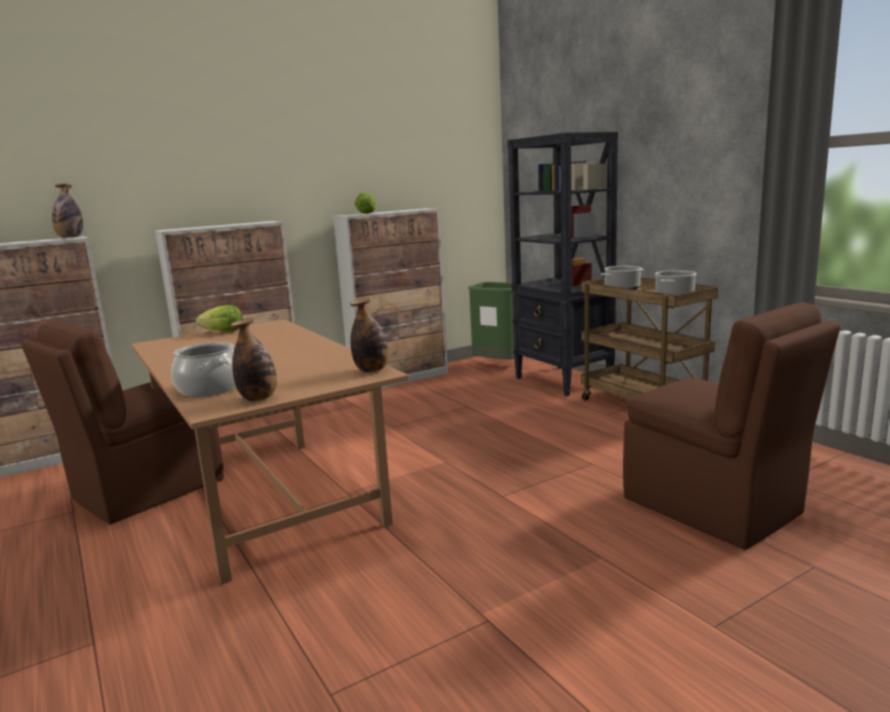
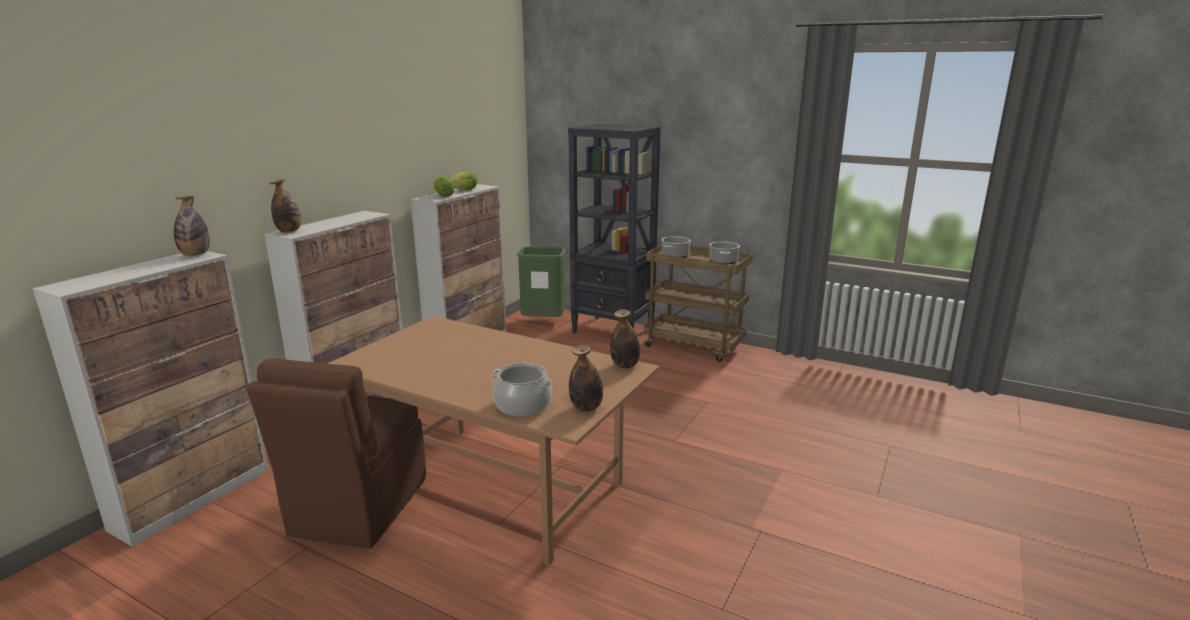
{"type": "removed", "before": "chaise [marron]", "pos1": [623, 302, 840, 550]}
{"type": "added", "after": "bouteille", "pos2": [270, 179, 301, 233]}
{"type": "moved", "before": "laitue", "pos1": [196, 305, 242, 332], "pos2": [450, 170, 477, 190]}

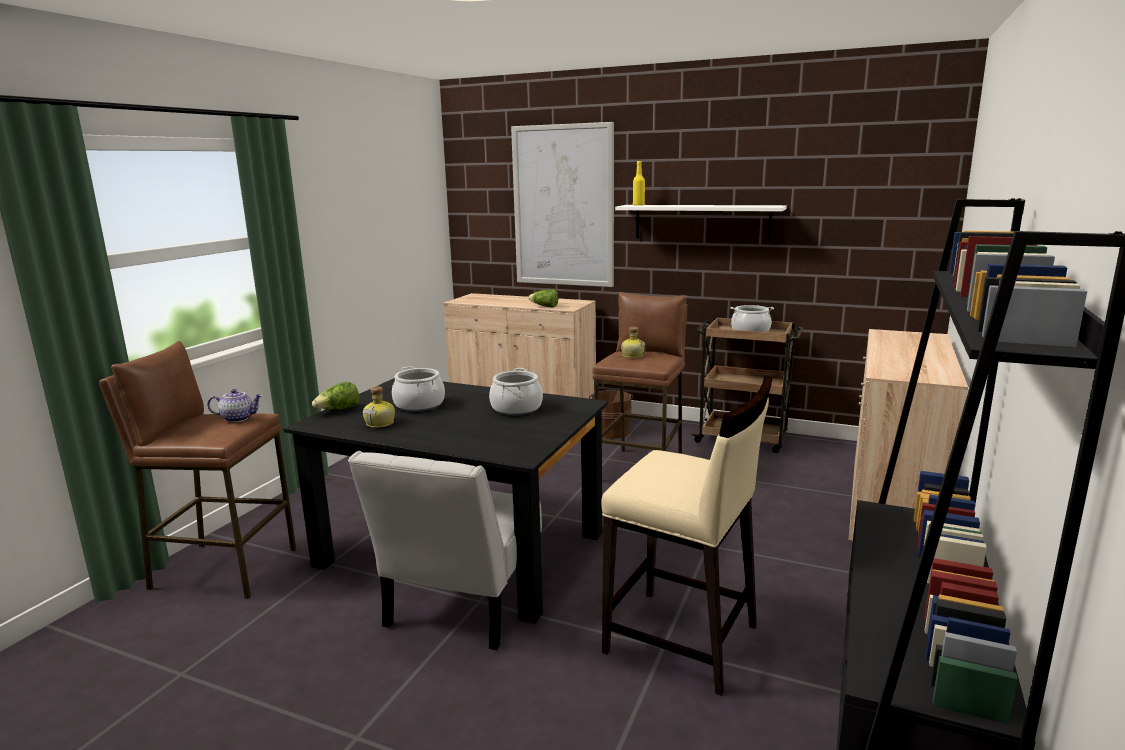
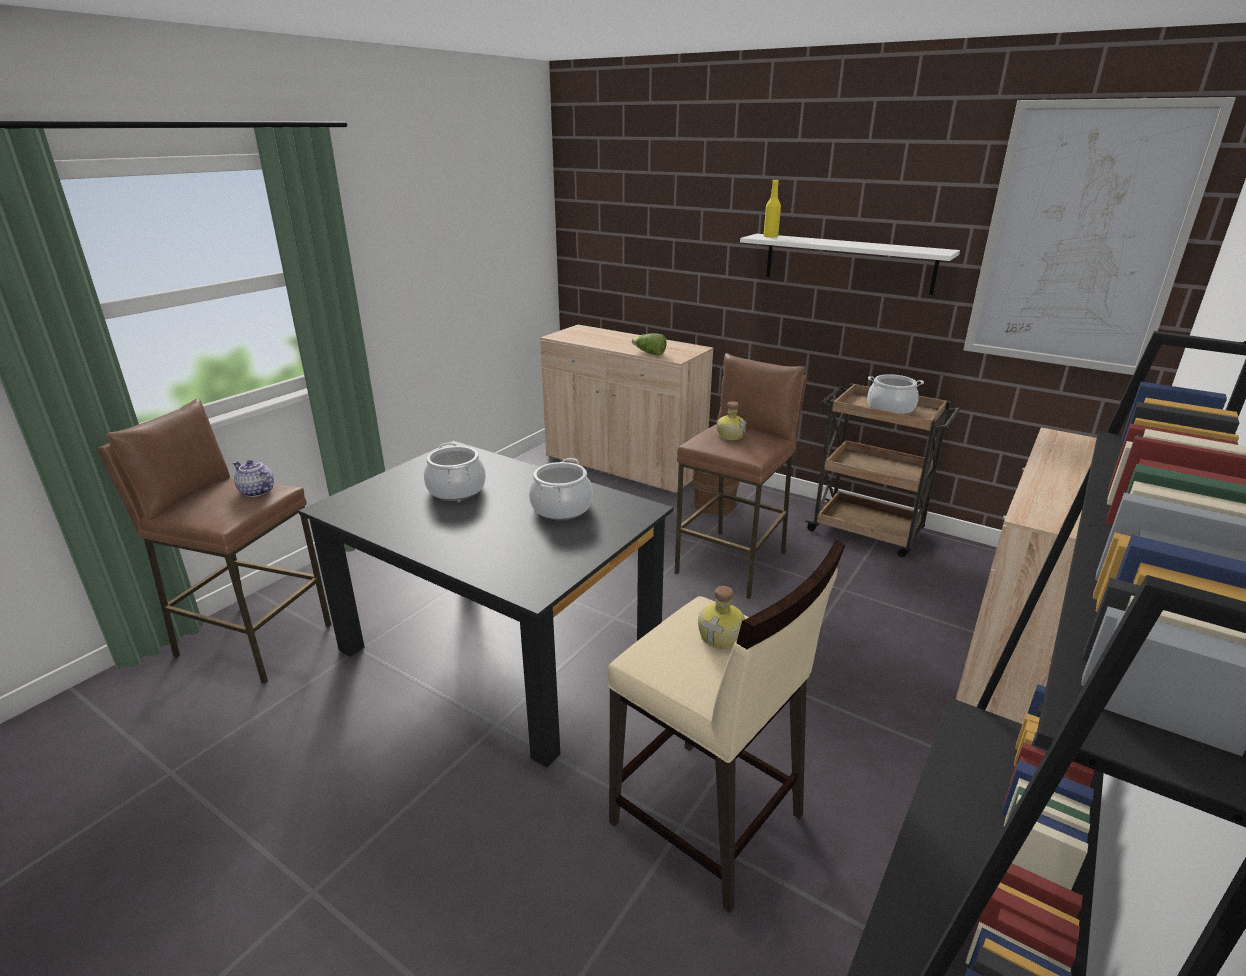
{"type": "removed", "before": "laitue", "pos1": [312, 382, 359, 410]}
{"type": "removed", "before": "chaise [blanc]", "pos1": [348, 451, 542, 650]}
{"type": "moved", "before": "bouteille", "pos1": [363, 386, 395, 428], "pos2": [698, 586, 745, 649]}
{"type": "moved", "before": "tableau", "pos1": [511, 122, 614, 287], "pos2": [964, 97, 1236, 375]}
{"type": "turned", "before": "théière", "pos1": [207, 389, 263, 422], "pos2": [233, 460, 274, 497], "turn": -150}

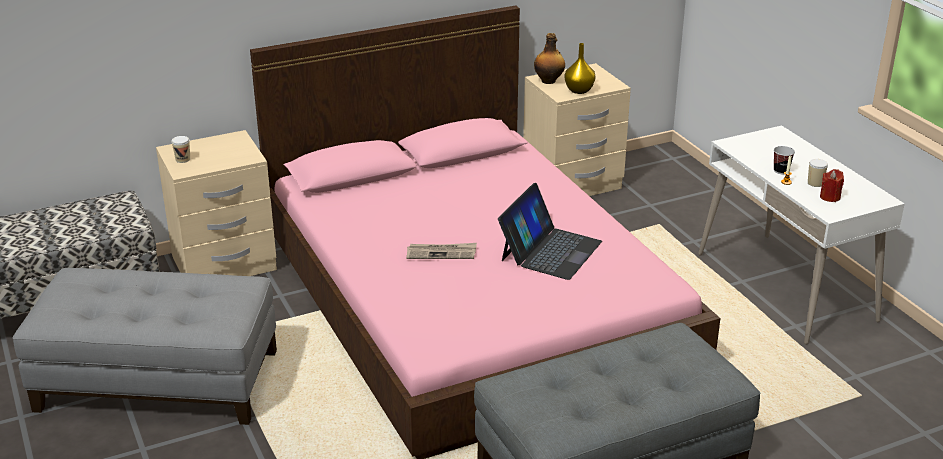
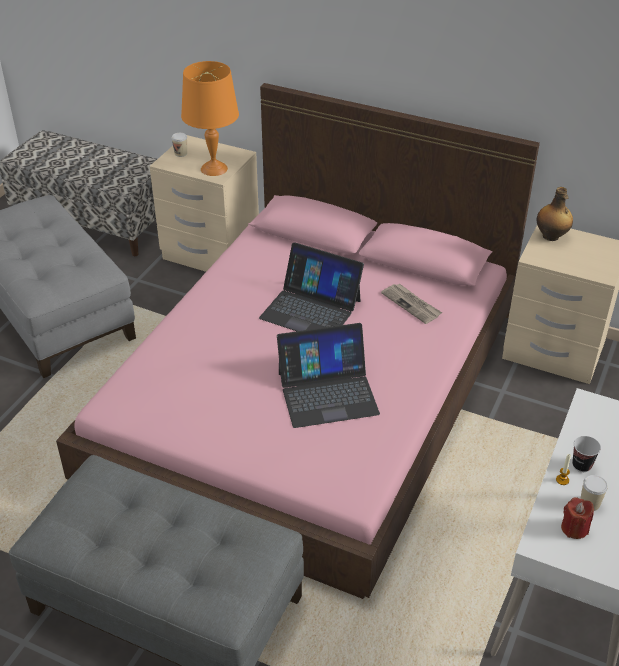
{"type": "removed", "before": "vase [jaune]", "pos1": [565, 43, 596, 94]}
{"type": "added", "after": "lampe de table [orange]", "pos2": [181, 61, 239, 176]}
{"type": "added", "after": "ordinateur portable", "pos2": [259, 242, 364, 331]}
{"type": "moved", "before": "journal", "pos1": [406, 243, 477, 259], "pos2": [381, 284, 442, 324]}

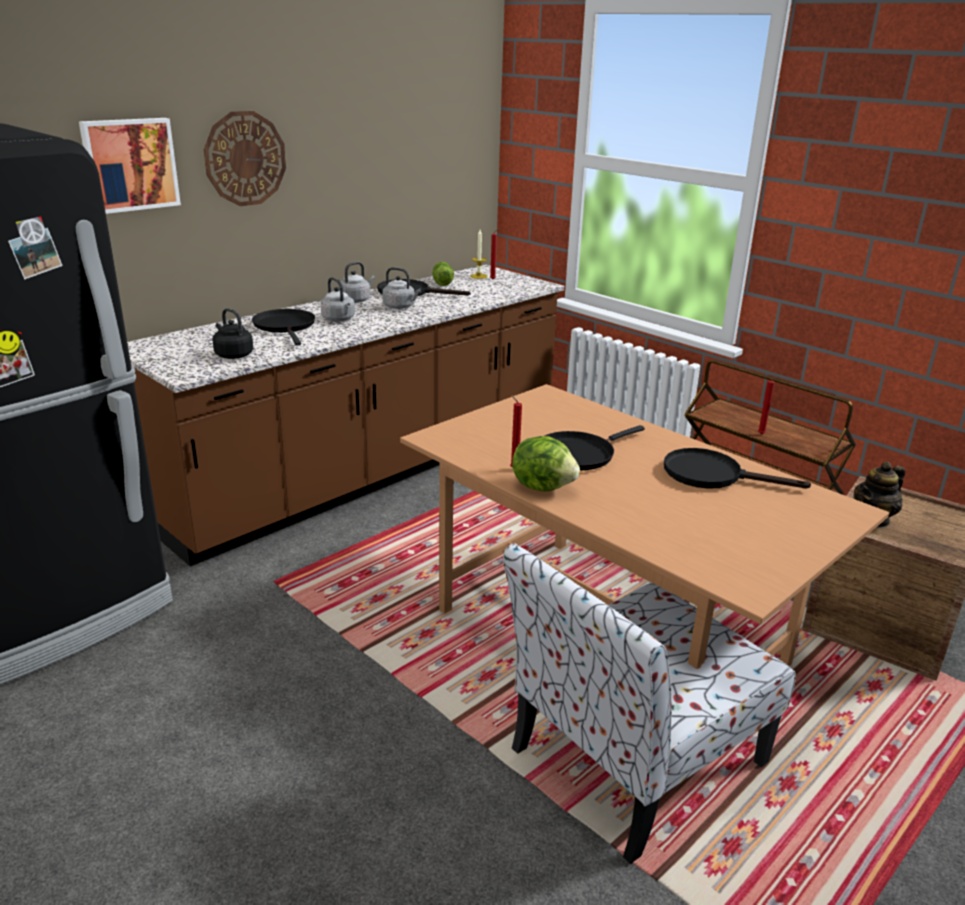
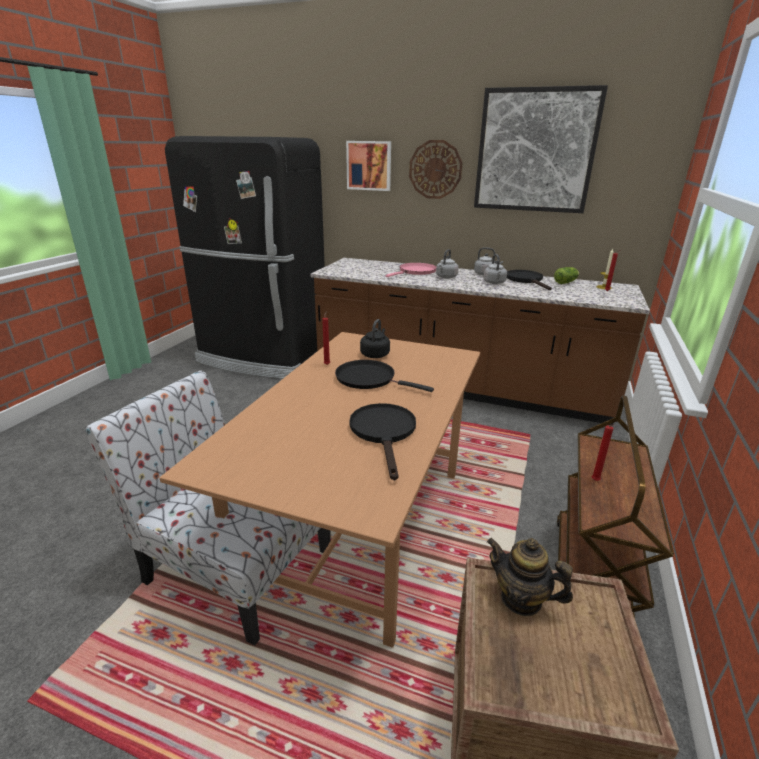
{"type": "removed", "before": "laitue", "pos1": [512, 436, 580, 491]}
{"type": "added", "after": "tableau", "pos2": [474, 85, 608, 213]}
{"type": "moved", "before": "bouilloire [noir]", "pos1": [212, 308, 253, 359], "pos2": [360, 319, 390, 358]}
{"type": "recoloured", "before": "poêle [noir]", "after": "poêle [rose]", "pos1": [252, 309, 315, 345], "pos2": [386, 263, 436, 277]}

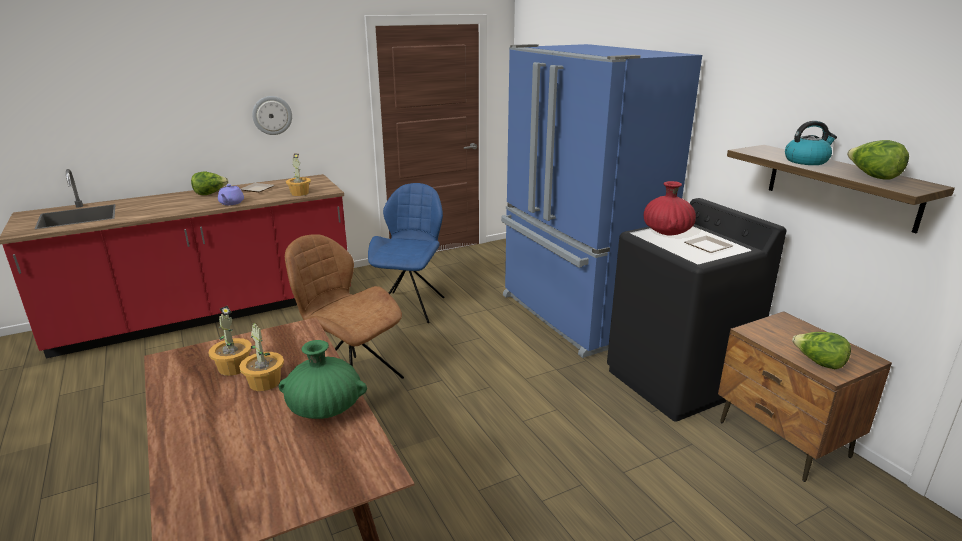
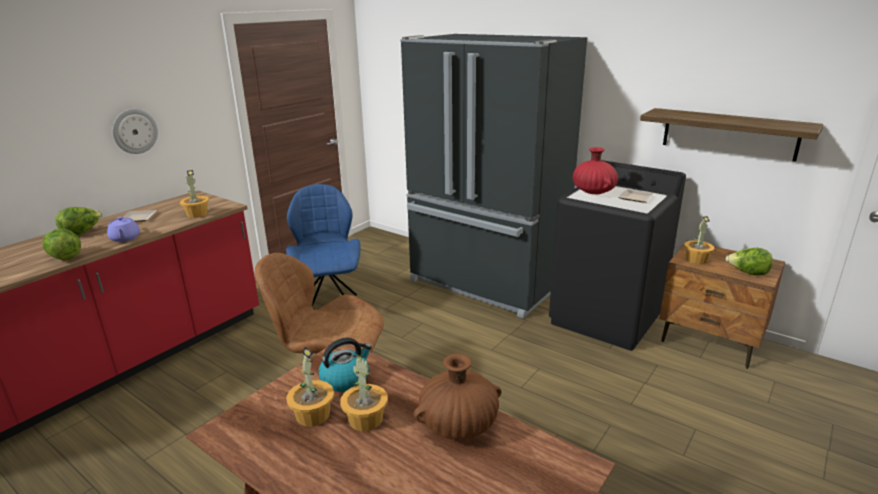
{"type": "added", "after": "plante en pot", "pos2": [684, 216, 715, 264]}
{"type": "moved", "before": "bouilloire", "pos1": [785, 121, 837, 165], "pos2": [319, 337, 372, 392]}
{"type": "moved", "before": "laitue", "pos1": [847, 140, 909, 180], "pos2": [42, 229, 81, 260]}
{"type": "recoloured", "before": "vase [vert]", "after": "vase [marron]", "pos1": [279, 340, 367, 419], "pos2": [413, 354, 502, 439]}
{"type": "recoloured", "before": "réfrigérateur [bleu]", "after": "réfrigérateur [noir]", "pos1": [501, 44, 702, 358], "pos2": [400, 34, 587, 318]}

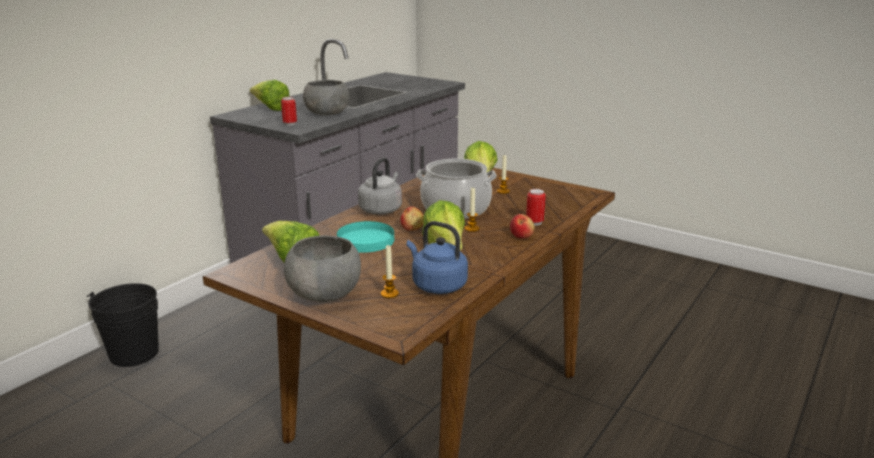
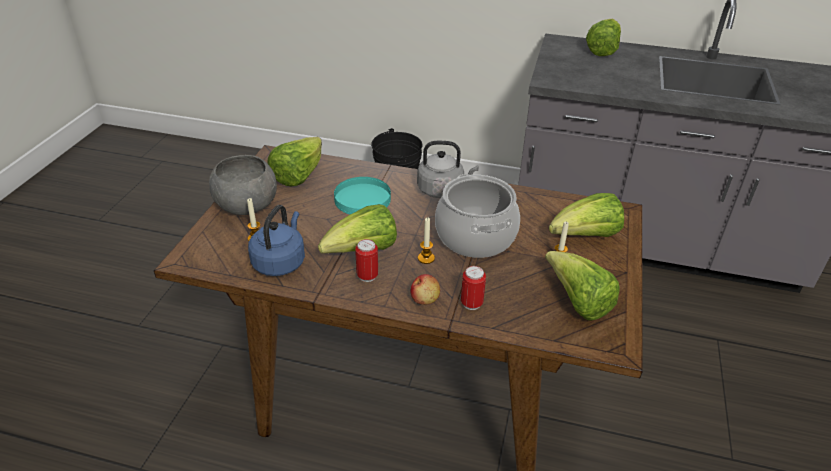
{"type": "removed", "before": "bol [gris]", "pos1": [303, 80, 349, 116]}
{"type": "removed", "before": "pomme", "pos1": [401, 206, 424, 231]}
{"type": "added", "after": "laitue", "pos2": [545, 251, 620, 321]}
{"type": "moved", "before": "boîte métallique", "pos1": [281, 97, 297, 126], "pos2": [355, 239, 378, 282]}

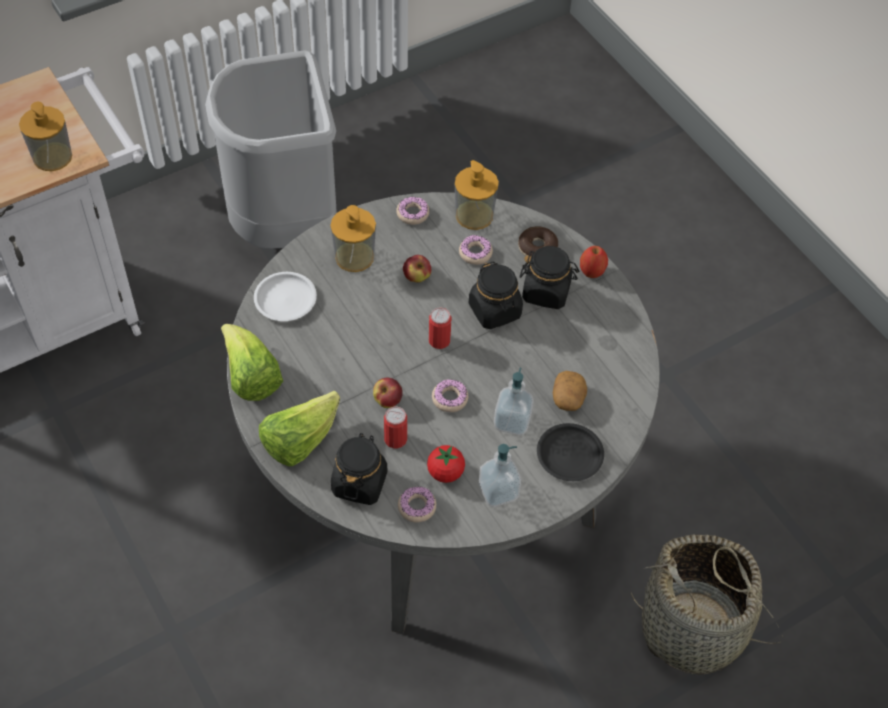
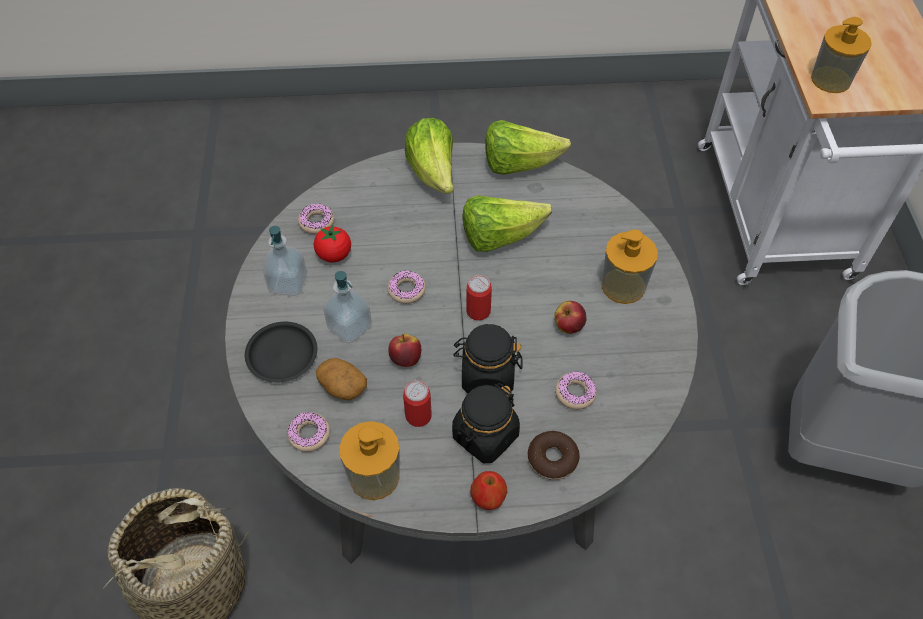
{"type": "removed", "before": "assiette [blanc]", "pos1": [254, 272, 317, 321]}
{"type": "removed", "before": "bocal [noir]", "pos1": [331, 433, 387, 505]}
{"type": "added", "after": "laitue", "pos2": [462, 195, 552, 252]}
{"type": "moved", "before": "pomme", "pos1": [373, 378, 403, 408], "pos2": [388, 334, 421, 367]}
{"type": "moved", "before": "boîte métallique", "pos1": [384, 406, 407, 448], "pos2": [403, 380, 432, 427]}
{"type": "moved", "before": "beignet", "pos1": [396, 197, 430, 225], "pos2": [287, 412, 330, 452]}
{"type": "moved", "before": "distributeur de savon", "pos1": [455, 160, 499, 230], "pos2": [339, 421, 400, 500]}

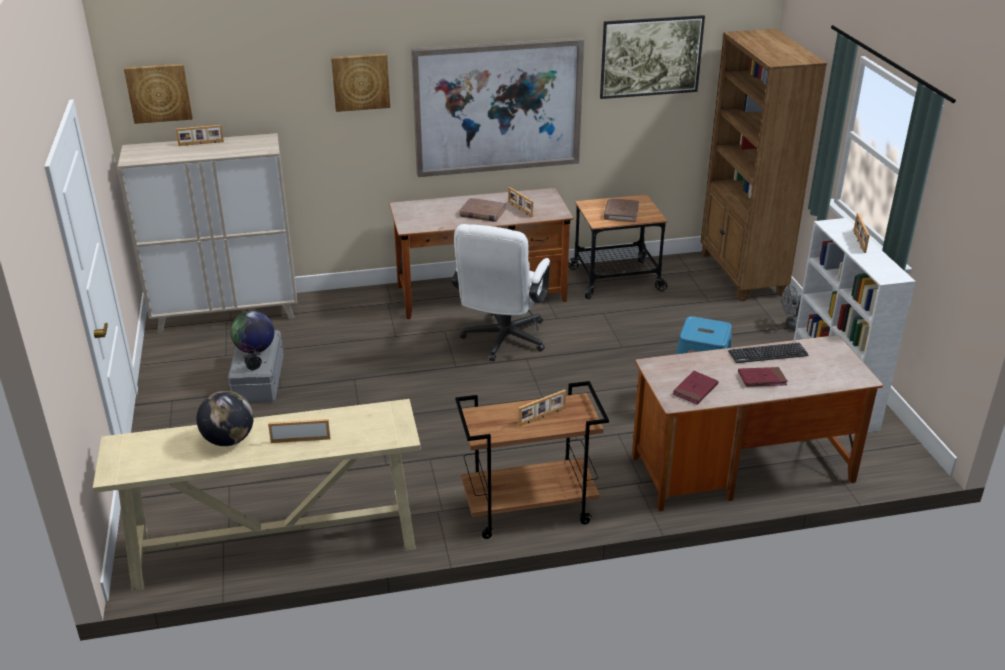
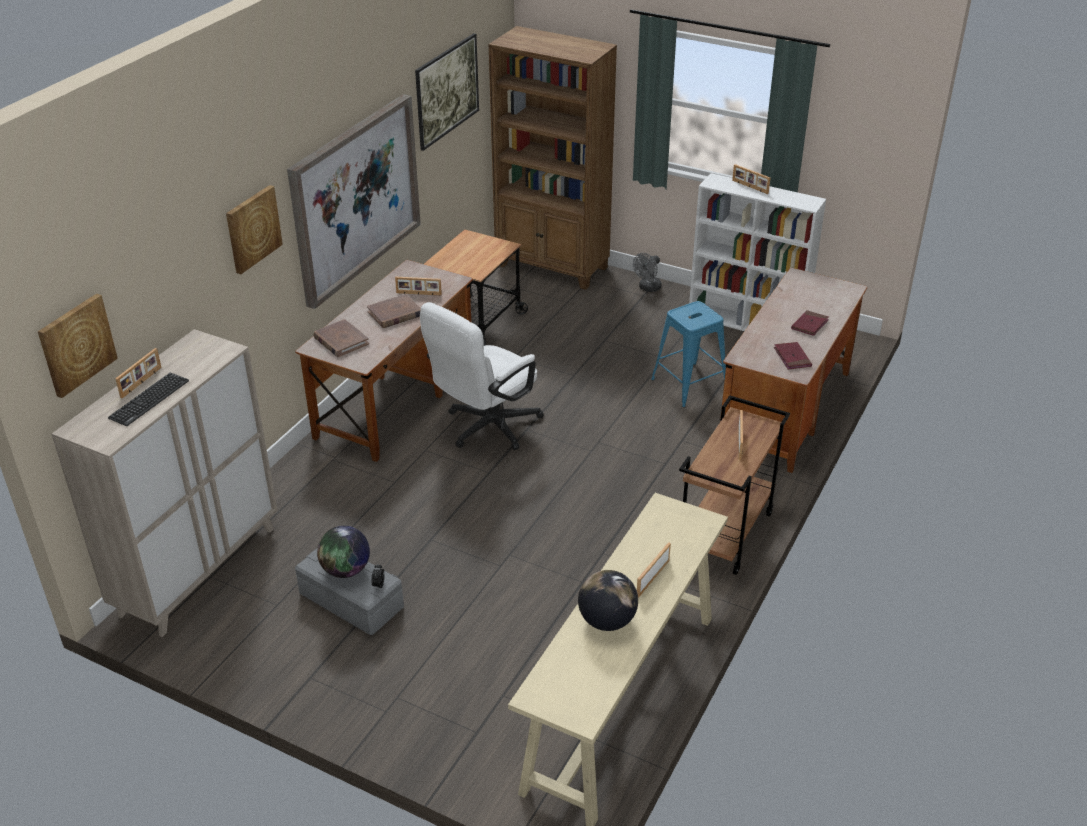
{"type": "moved", "before": "livre [marron]", "pos1": [604, 198, 639, 222], "pos2": [313, 319, 369, 357]}
{"type": "moved", "before": "clavier", "pos1": [728, 343, 809, 363], "pos2": [108, 372, 189, 426]}
{"type": "turned", "before": "chaise de bureau [blanc]", "pos1": [452, 224, 550, 361], "pos2": [420, 302, 544, 450], "turn": 75}

